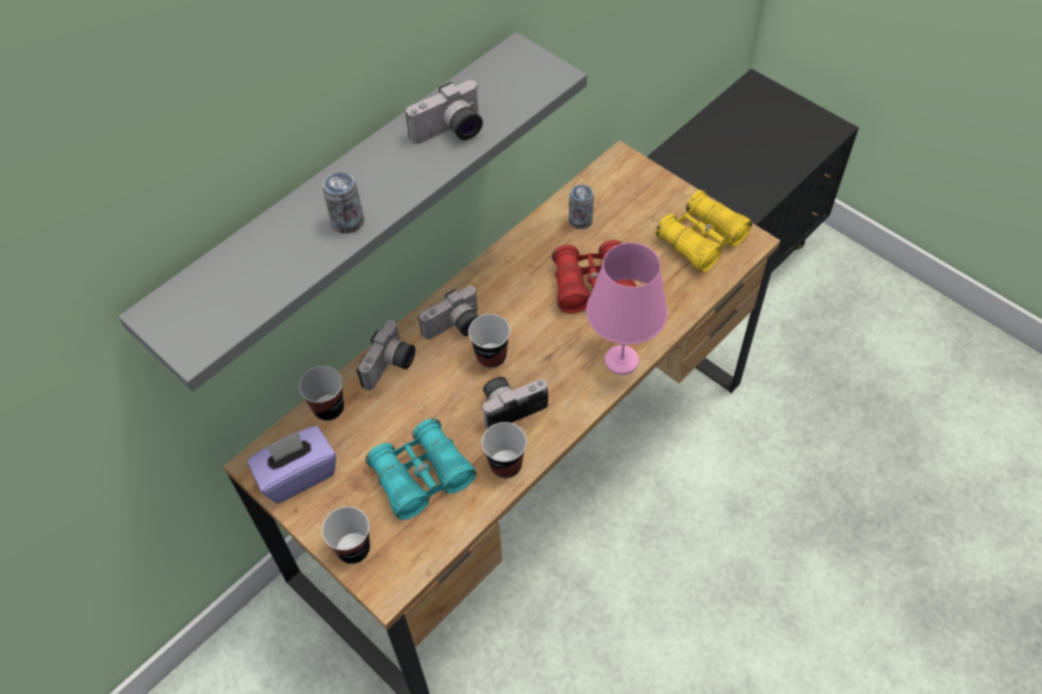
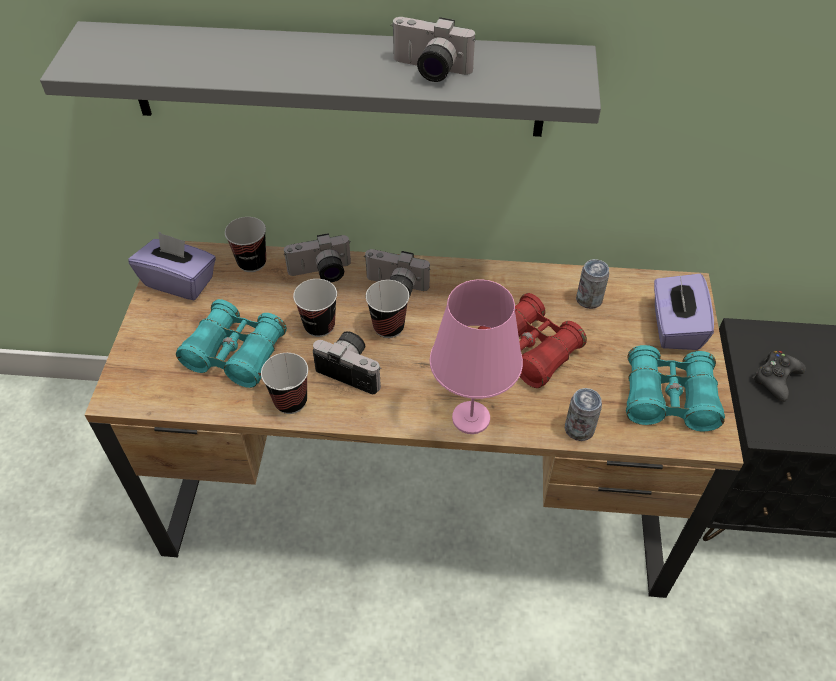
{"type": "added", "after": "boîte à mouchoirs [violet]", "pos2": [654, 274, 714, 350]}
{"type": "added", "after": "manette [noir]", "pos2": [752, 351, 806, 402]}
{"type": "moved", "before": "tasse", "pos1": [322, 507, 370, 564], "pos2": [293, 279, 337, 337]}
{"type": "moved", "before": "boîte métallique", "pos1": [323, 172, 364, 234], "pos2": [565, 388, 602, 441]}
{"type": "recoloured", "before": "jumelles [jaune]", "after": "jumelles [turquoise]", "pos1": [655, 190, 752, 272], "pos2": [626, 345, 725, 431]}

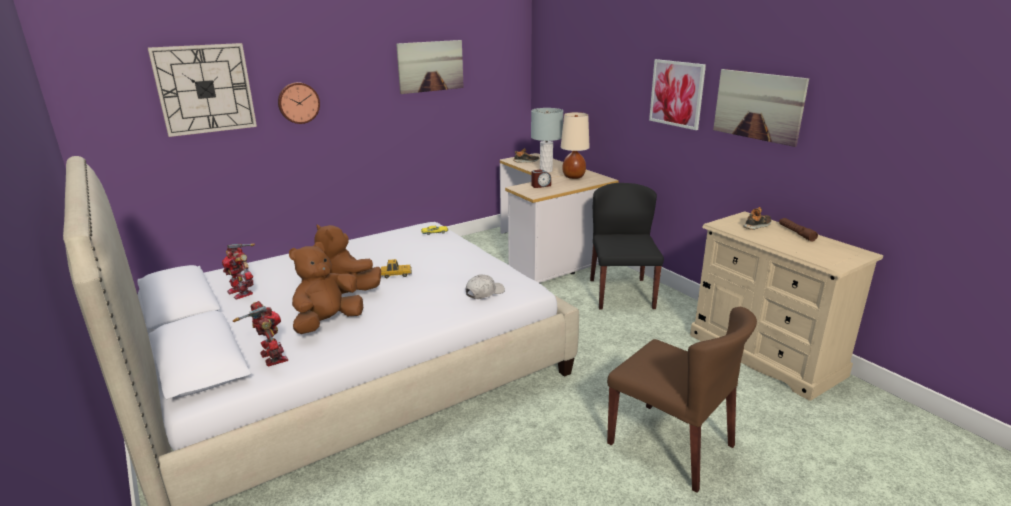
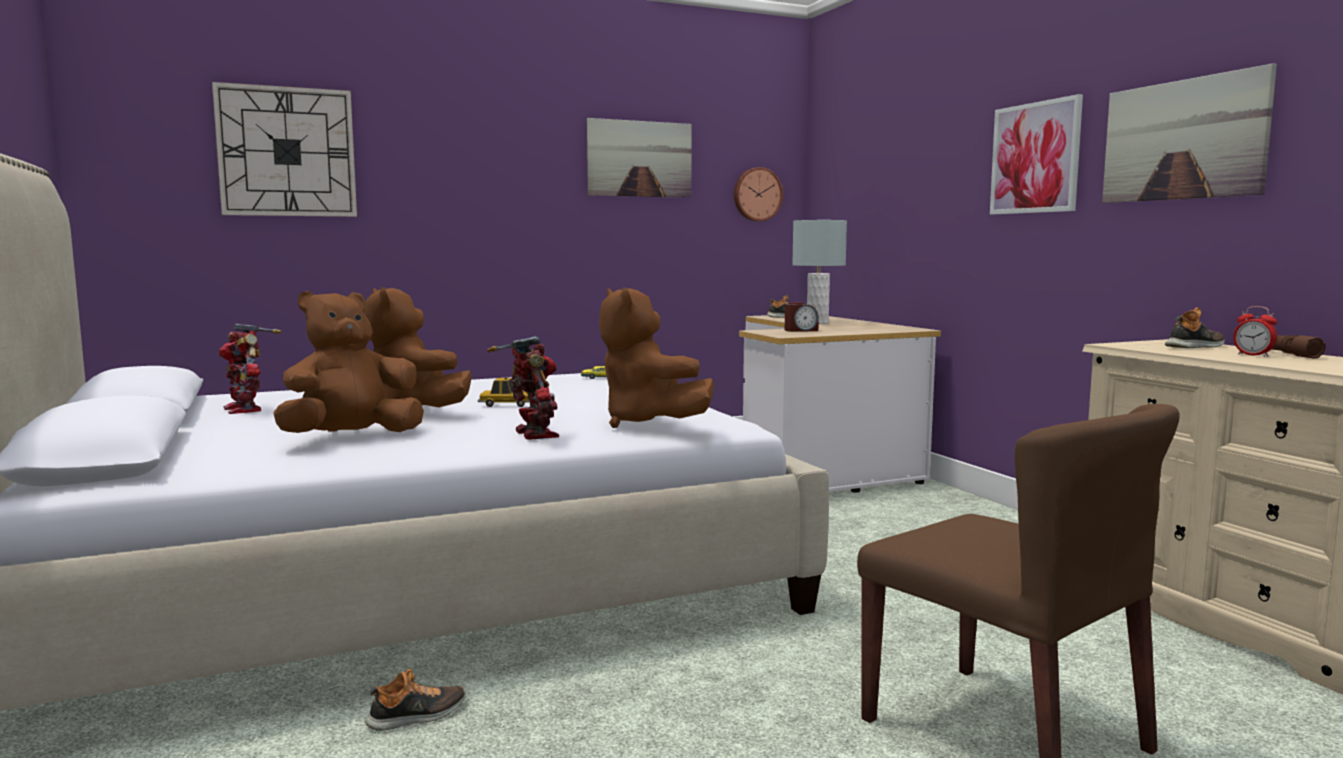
{"type": "removed", "before": "lampe de table [beige]", "pos1": [561, 112, 590, 179]}
{"type": "removed", "before": "chaise [noir]", "pos1": [590, 183, 664, 310]}
{"type": "added", "after": "chaussure", "pos2": [365, 669, 466, 731]}
{"type": "added", "after": "réveil", "pos2": [1233, 306, 1277, 357]}
{"type": "moved", "before": "robot jouet", "pos1": [233, 301, 288, 366], "pos2": [487, 336, 559, 440]}
{"type": "moved", "before": "horloge murale", "pos1": [278, 82, 320, 124], "pos2": [734, 167, 783, 222]}
{"type": "replaced", "before": "casquette [blanc]", "after": "peluche [marron]", "pos1": [466, 274, 505, 299], "pos2": [599, 287, 714, 428]}

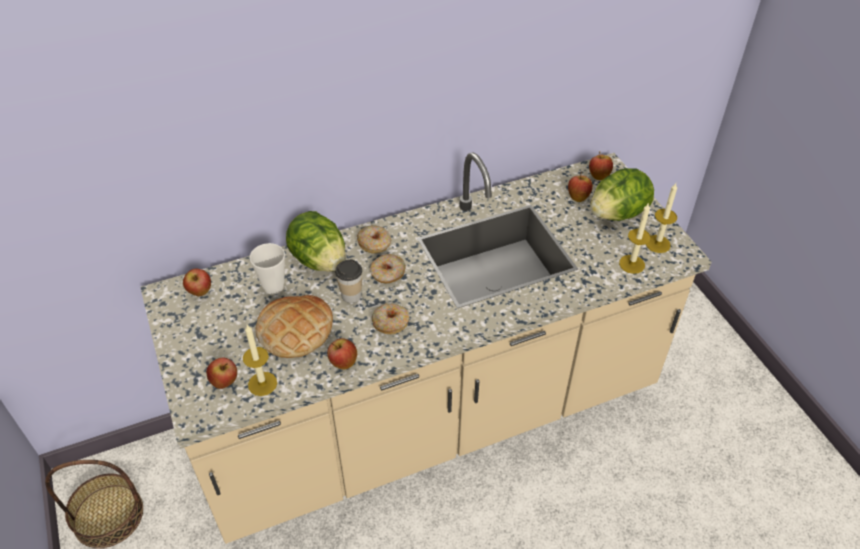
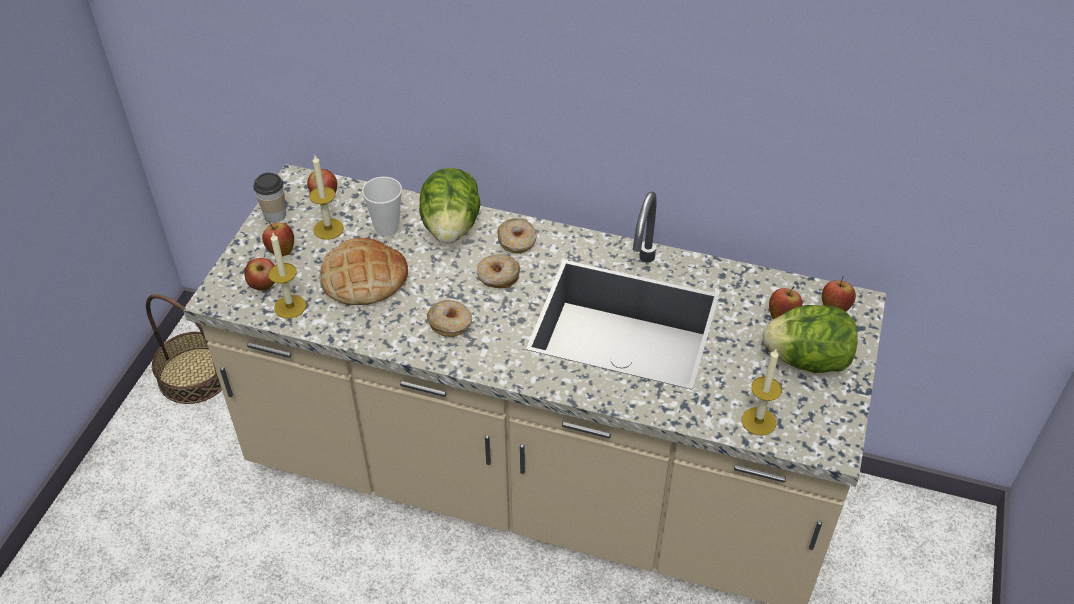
{"type": "moved", "before": "pomme", "pos1": [327, 338, 357, 369], "pos2": [262, 221, 294, 256]}
{"type": "moved", "before": "tasse", "pos1": [335, 259, 362, 303], "pos2": [253, 173, 286, 223]}
{"type": "moved", "before": "bougie", "pos1": [646, 183, 677, 253], "pos2": [309, 155, 344, 240]}

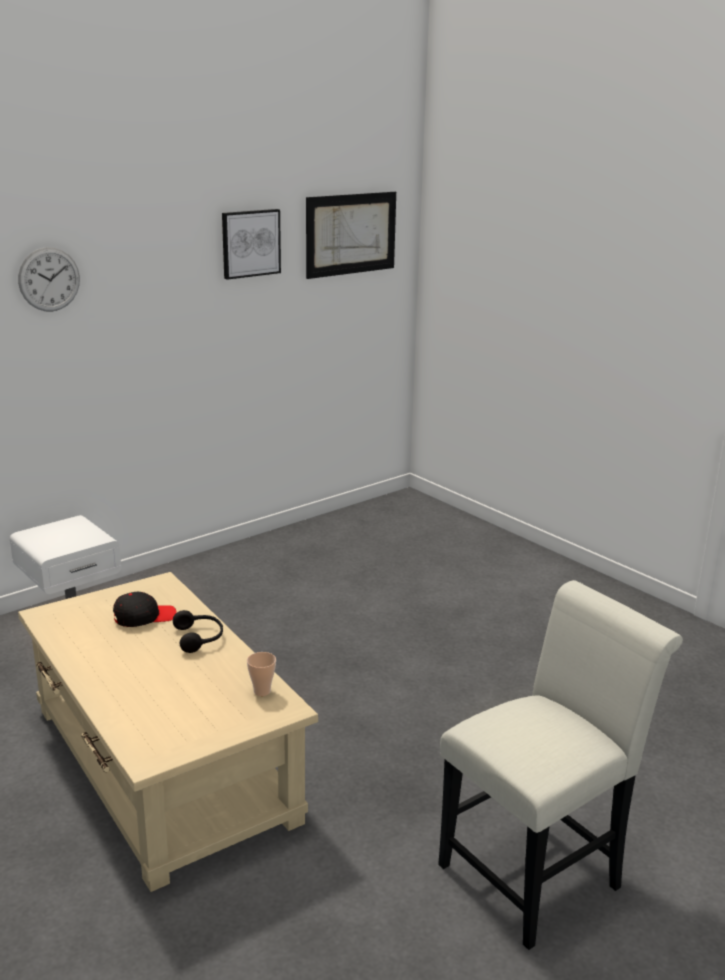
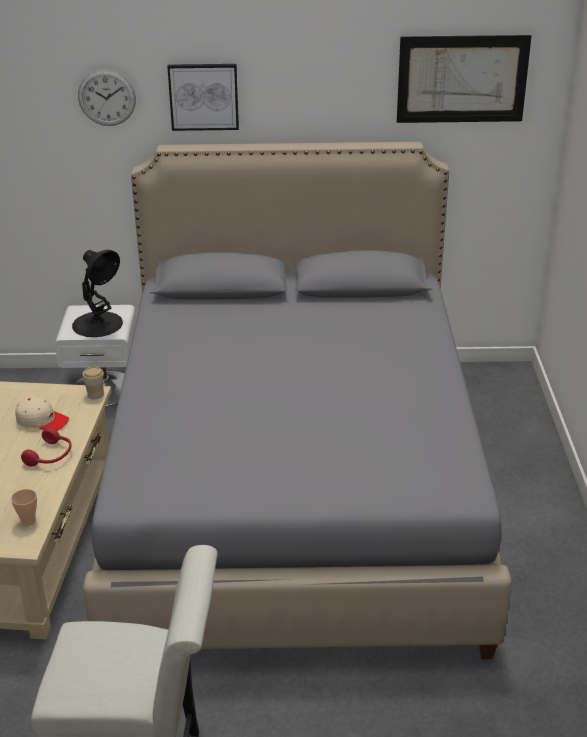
{"type": "added", "after": "lampe de table [noir]", "pos2": [72, 250, 123, 337]}
{"type": "added", "after": "tasse", "pos2": [82, 367, 104, 399]}
{"type": "added", "after": "lit [gris]", "pos2": [83, 142, 512, 659]}
{"type": "moved", "before": "tableau", "pos1": [222, 209, 281, 280], "pos2": [167, 64, 239, 131]}
{"type": "recoloured", "before": "casquette [noir]", "after": "casquette [beige]", "pos1": [113, 592, 177, 627], "pos2": [15, 397, 69, 431]}
{"type": "recoloured", "before": "casque audio [noir]", "after": "casque audio [rouge]", "pos1": [173, 610, 223, 653], "pos2": [21, 428, 72, 466]}

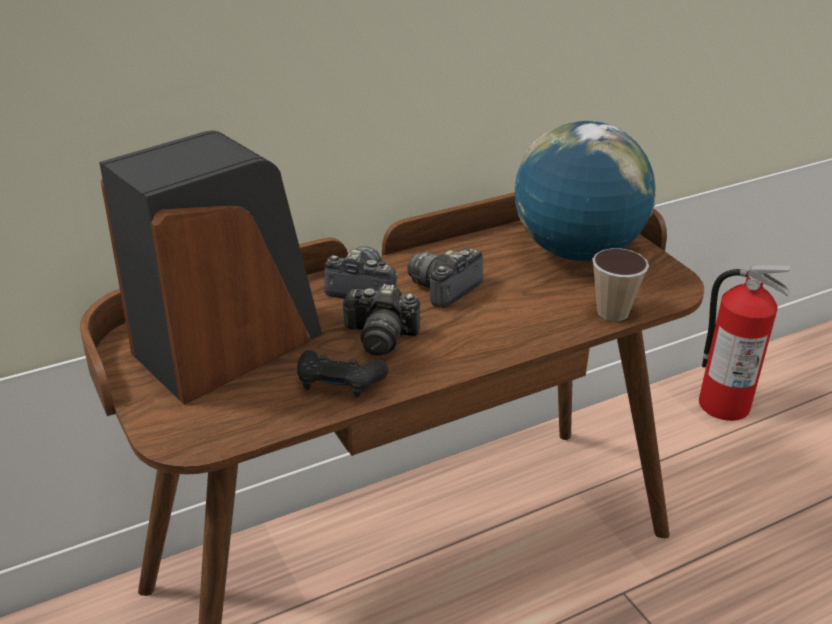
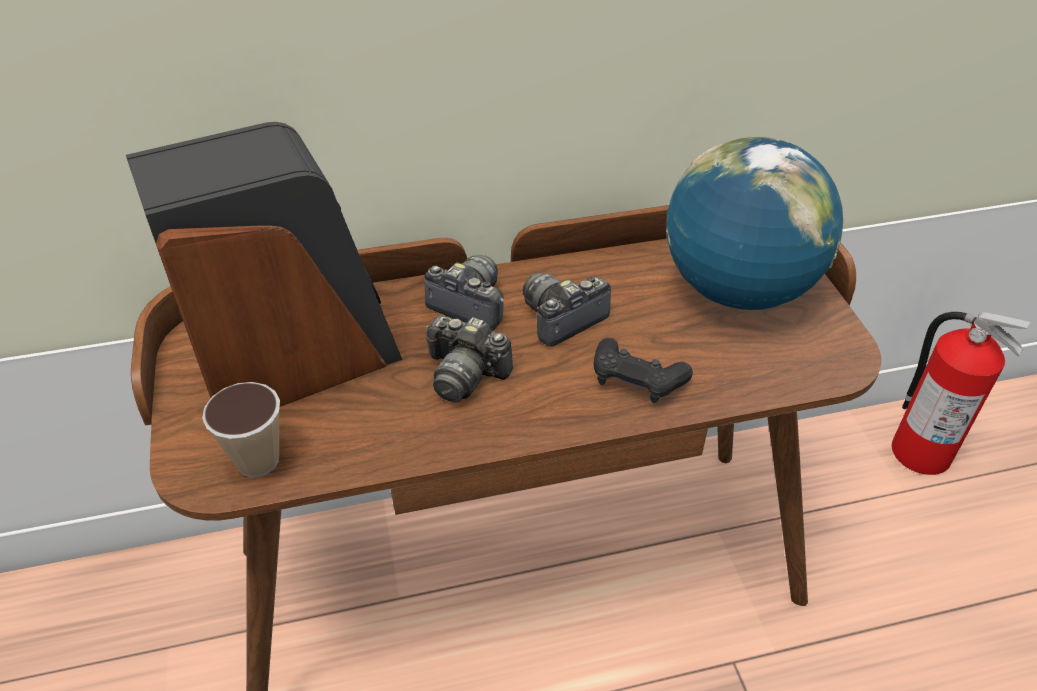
{"type": "moved", "before": "manette [noir]", "pos1": [297, 350, 388, 397], "pos2": [594, 338, 693, 403]}
{"type": "moved", "before": "tasse", "pos1": [592, 248, 649, 321], "pos2": [202, 382, 280, 477]}

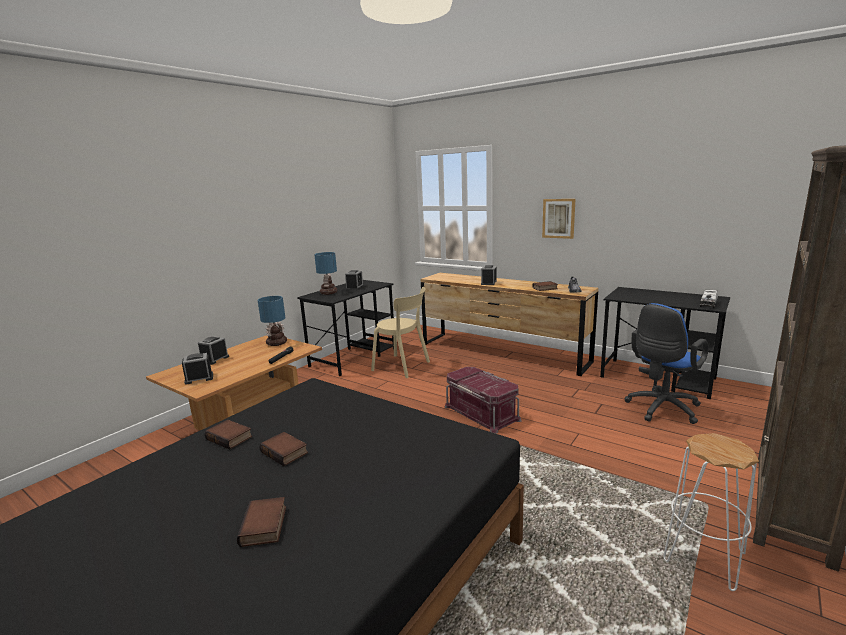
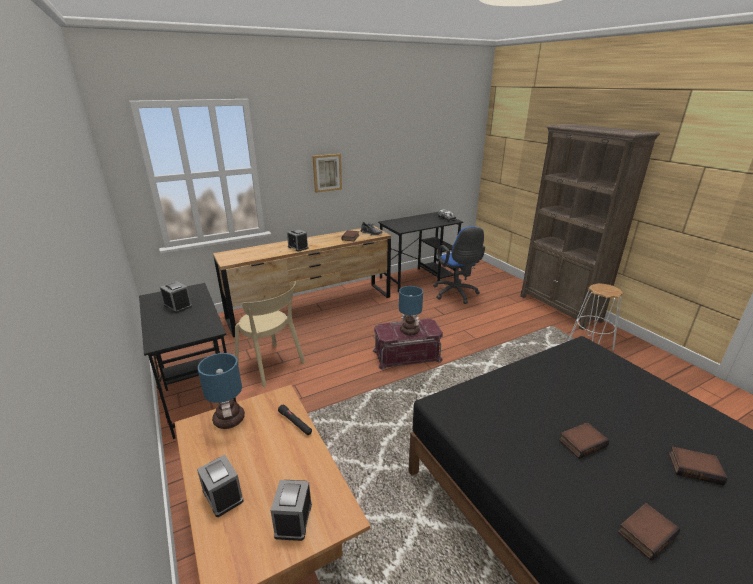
{"type": "moved", "before": "livre", "pos1": [205, 420, 252, 450], "pos2": [618, 503, 680, 560]}
{"type": "moved", "before": "lampe de table", "pos1": [314, 252, 338, 295], "pos2": [399, 286, 423, 335]}
{"type": "turned", "before": "chaise [beige]", "pos1": [371, 287, 430, 378], "pos2": [235, 281, 305, 387], "turn": 75}

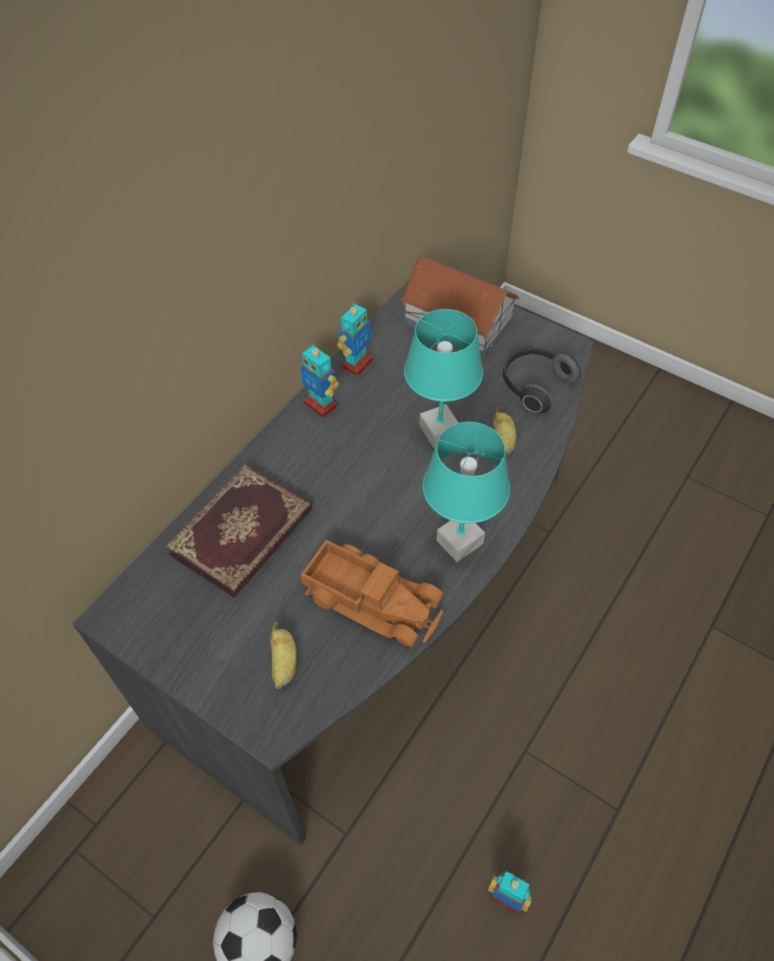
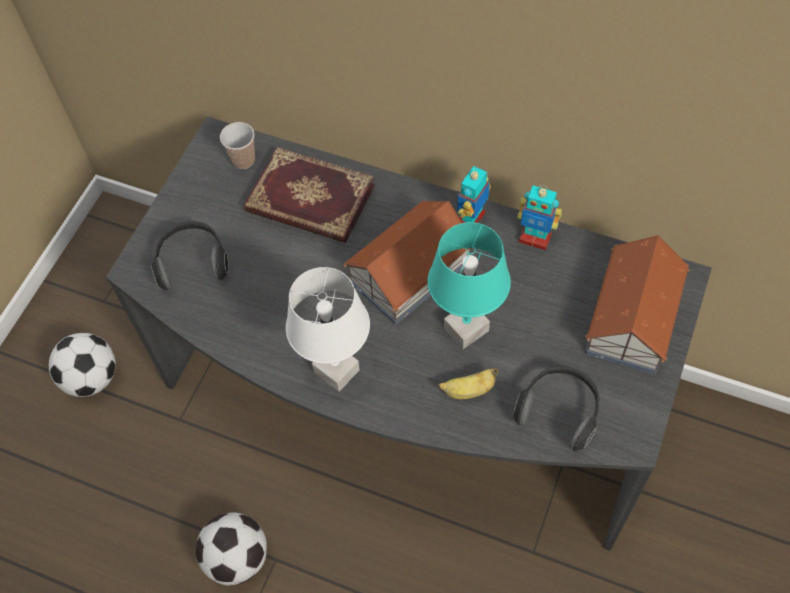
{"type": "removed", "before": "camion jouet", "pos1": [301, 540, 444, 648]}
{"type": "removed", "before": "robot jouet", "pos1": [488, 871, 532, 914]}
{"type": "added", "after": "ballon de foot", "pos2": [196, 512, 267, 585]}
{"type": "added", "after": "tasse", "pos2": [220, 122, 255, 169]}
{"type": "added", "after": "maison miniature", "pos2": [343, 201, 473, 325]}
{"type": "replaced", "before": "banane", "after": "casque audio", "pos1": [270, 622, 297, 689], "pos2": [151, 221, 229, 291]}
{"type": "recoloured", "before": "lampe de table [turquoise]", "after": "lampe de table [blanc]", "pos1": [423, 422, 510, 562], "pos2": [286, 267, 370, 392]}

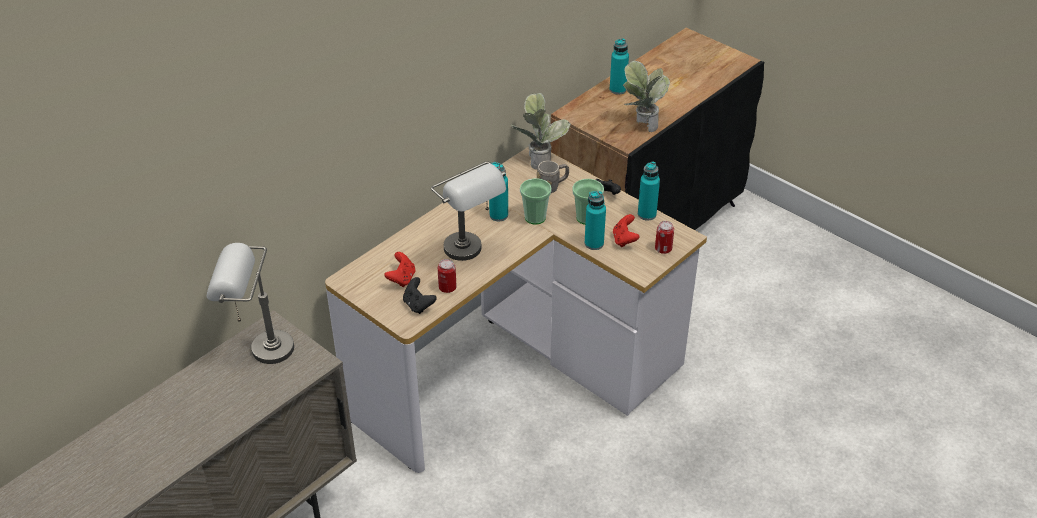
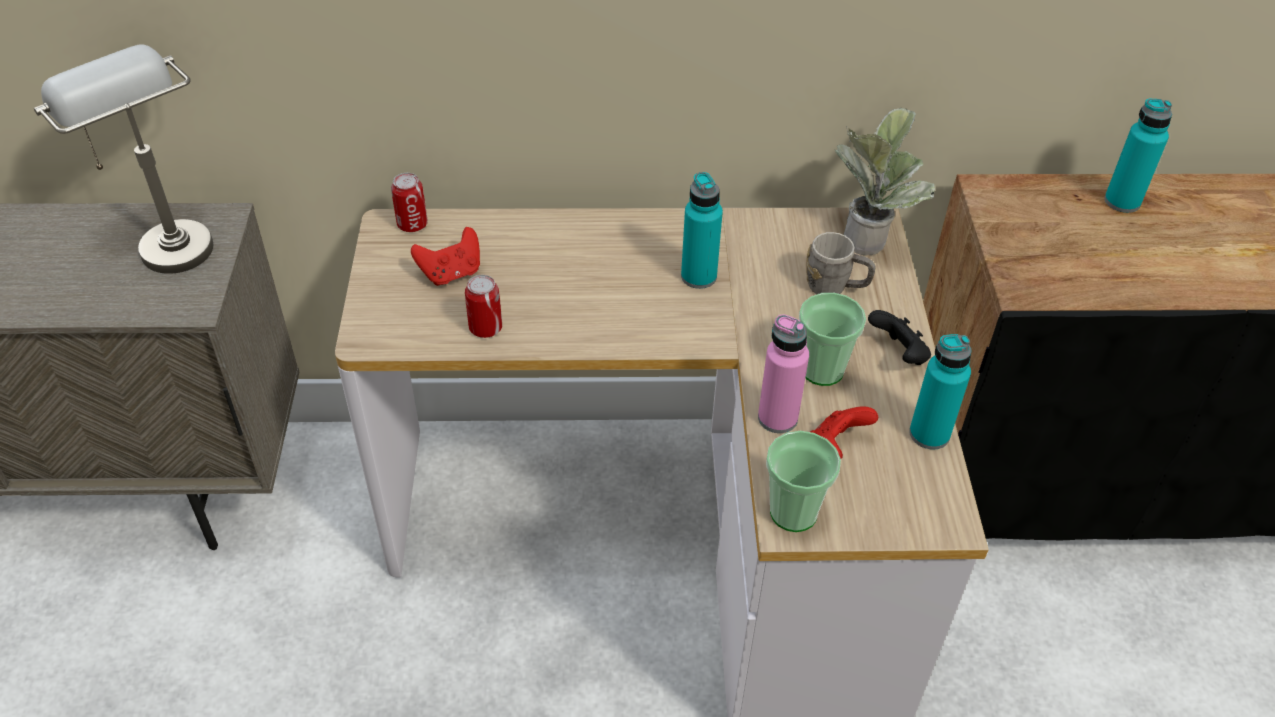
{"type": "removed", "before": "manette [noir]", "pos1": [403, 277, 437, 314]}
{"type": "removed", "before": "lampe de table [gris]", "pos1": [431, 161, 506, 261]}
{"type": "removed", "before": "plante en pot", "pos1": [623, 61, 670, 132]}
{"type": "moved", "before": "tasse", "pos1": [520, 178, 552, 225], "pos2": [766, 431, 841, 532]}
{"type": "moved", "before": "boîte métallique", "pos1": [655, 221, 674, 254], "pos2": [391, 173, 428, 232]}
{"type": "recoloured", "before": "bouteille [turquoise]", "after": "bouteille [rose]", "pos1": [585, 191, 606, 250], "pos2": [758, 315, 809, 433]}

